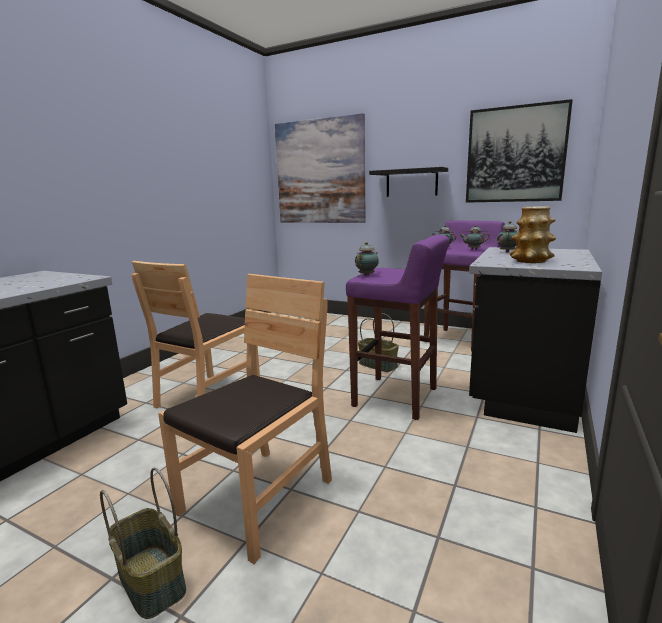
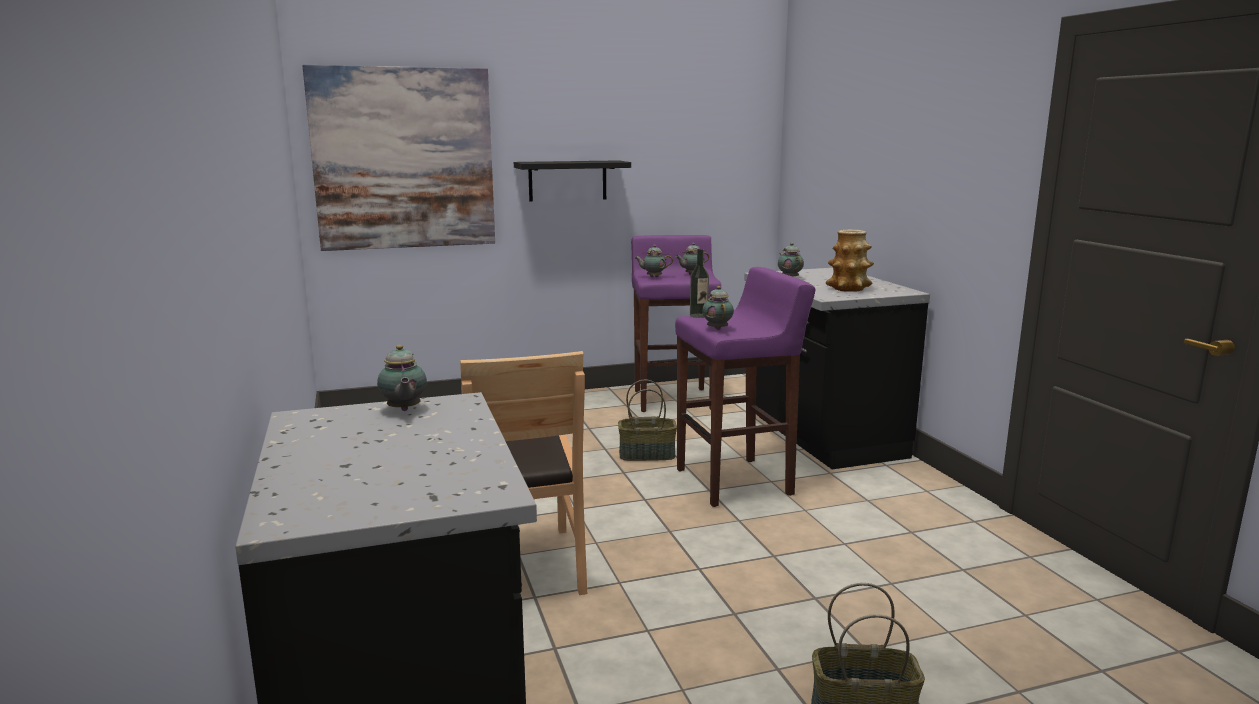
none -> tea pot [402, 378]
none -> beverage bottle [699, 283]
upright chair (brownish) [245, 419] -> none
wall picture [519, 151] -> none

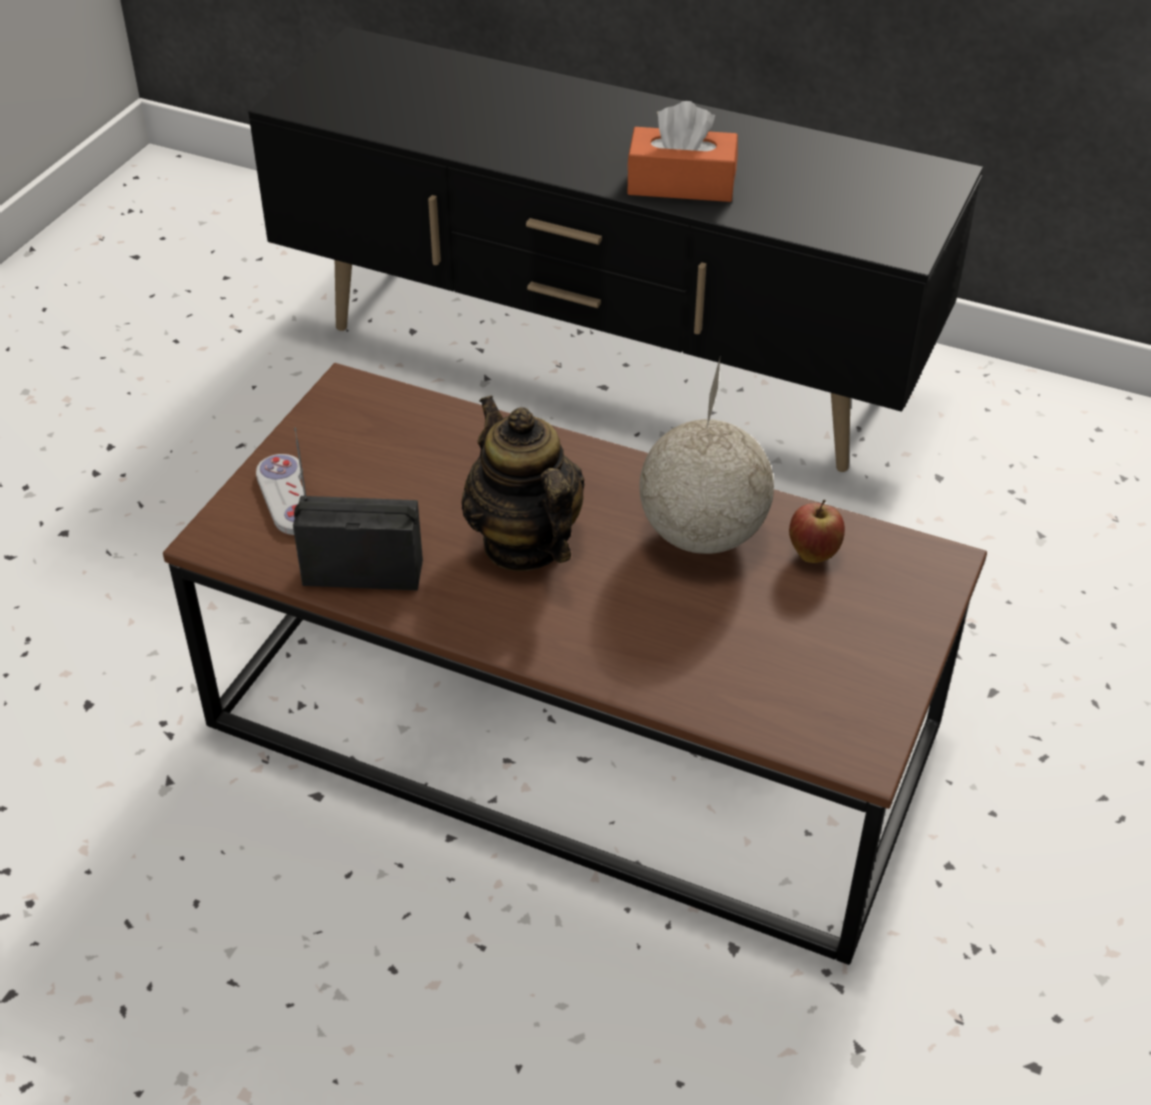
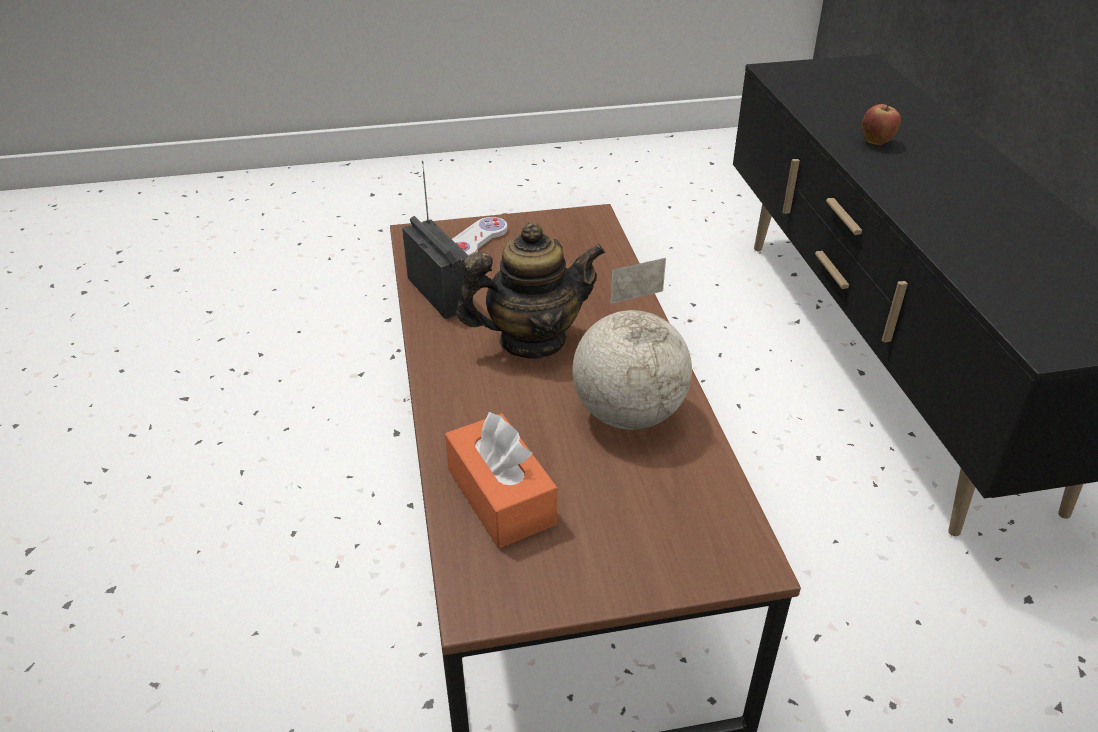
box of tissues (orangey) [682, 151] -> box of tissues (orangey) [501, 480], relocated
tea pot [523, 483] -> tea pot [530, 290], 45 degrees clockwise
whole apple [817, 531] -> whole apple [881, 123], relocated

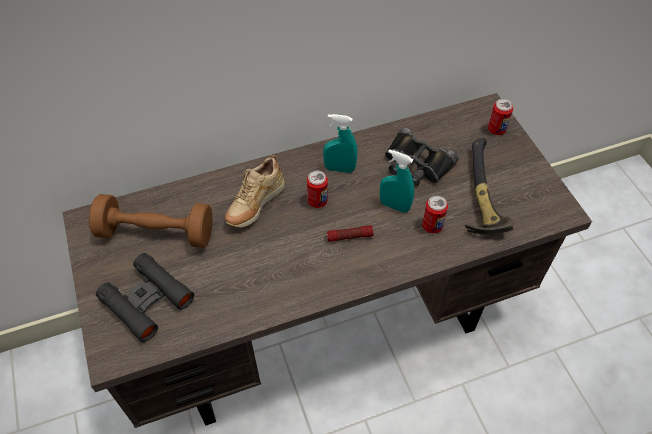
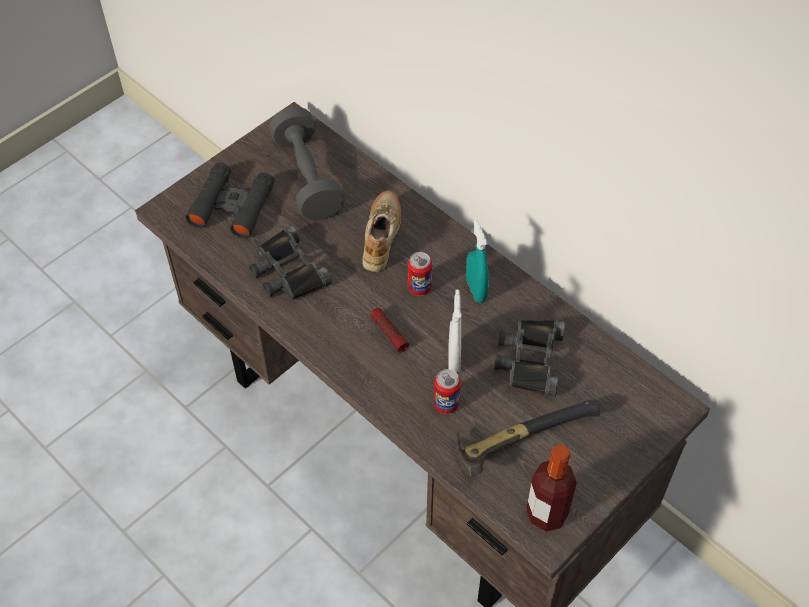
none -> pair of binoculars (blackish) [290, 262]
dumbbell (brownish) [151, 221] -> dumbbell (grey) [307, 164]
low shoe (sand-coloured) [255, 191] -> low shoe (sand-coloured) [382, 231], 90 degrees clockwise
hand sprayer (turquoise-coloured) [397, 181] -> hand sprayer (whitish) [454, 331]
none -> beverage bottle [551, 488]
metal can [500, 117] -> none

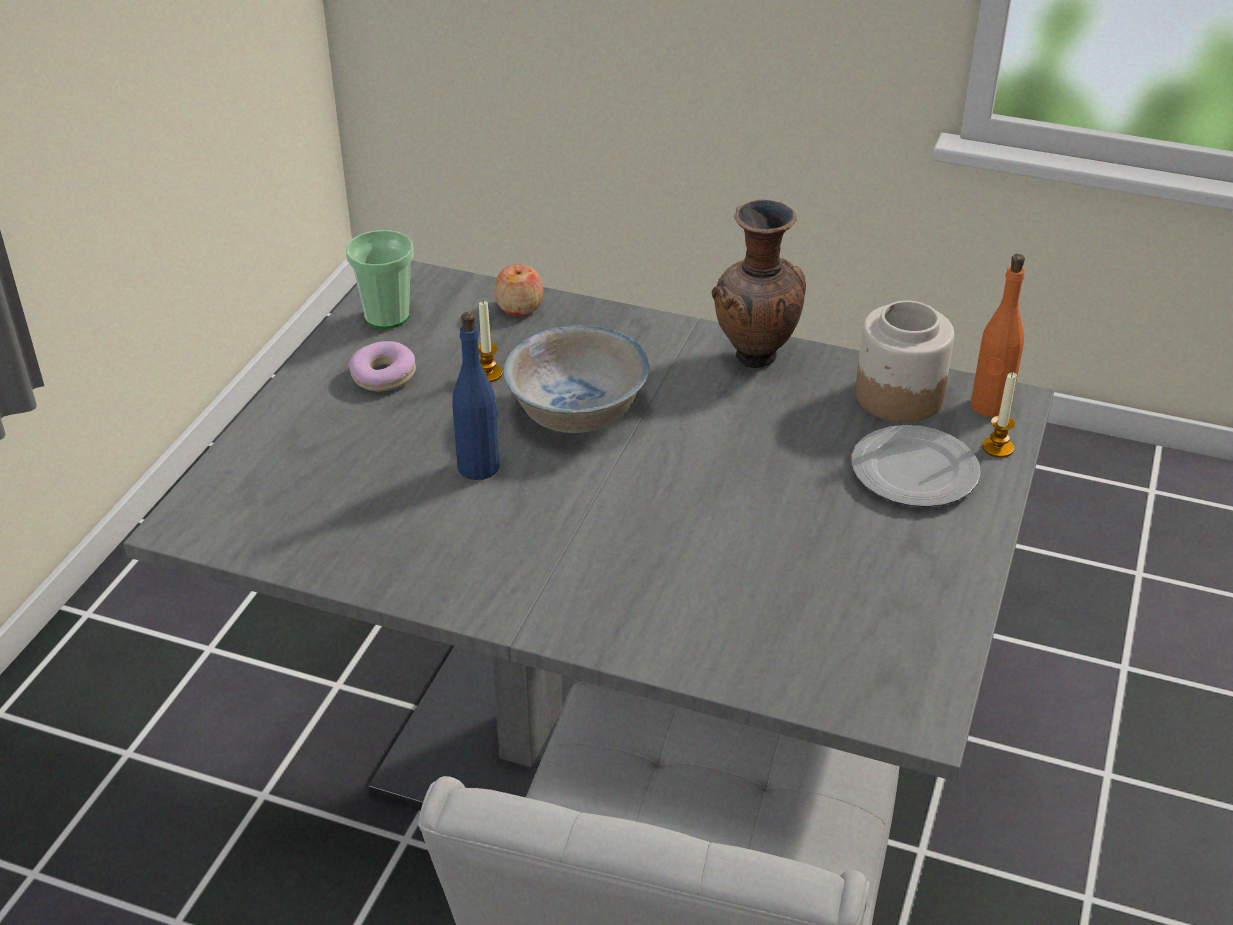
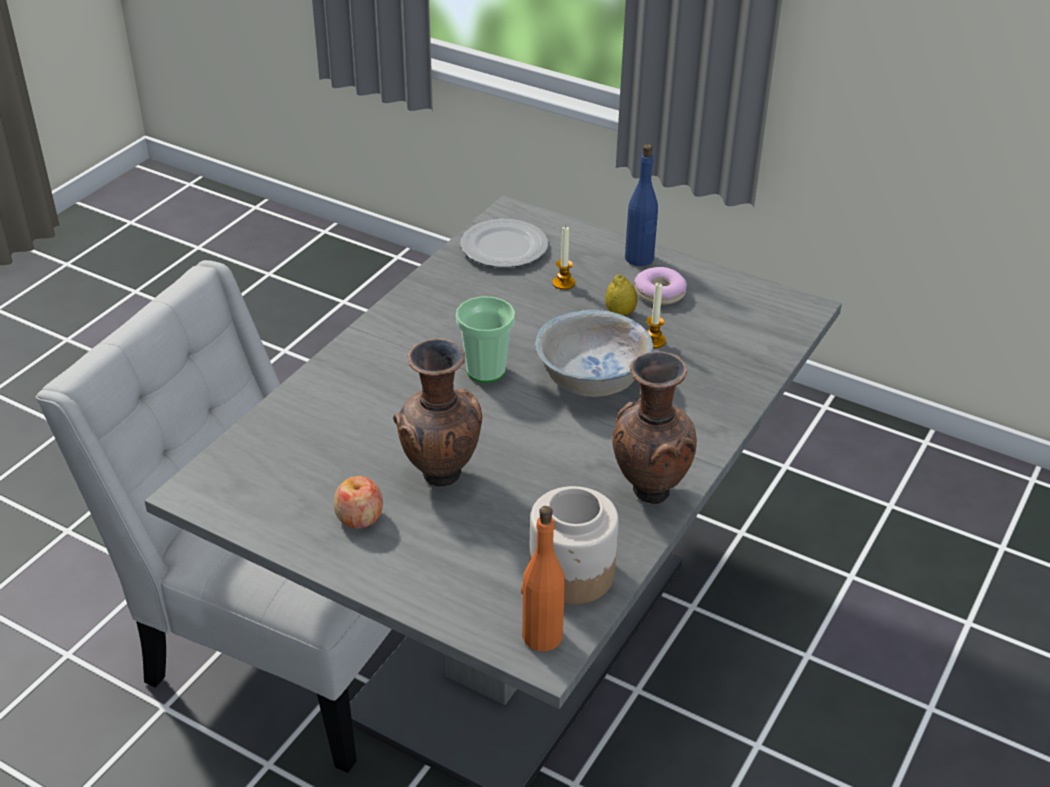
whole apple [518, 290] -> whole apple [358, 502], relocated
none -> flower vase (brownish) [437, 413]
cup [380, 279] -> cup [485, 339], relocated
flat dish [916, 466] -> flat dish [504, 243], relocated
wax candle [999, 415] -> wax candle [563, 258], relocated
none -> lemon [621, 295]
beverage bottle (bluish) [476, 396] -> beverage bottle (bluish) [641, 205], relocated

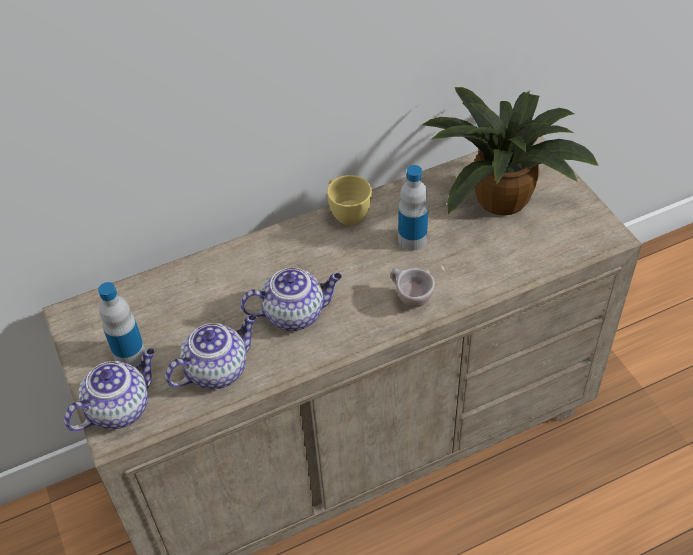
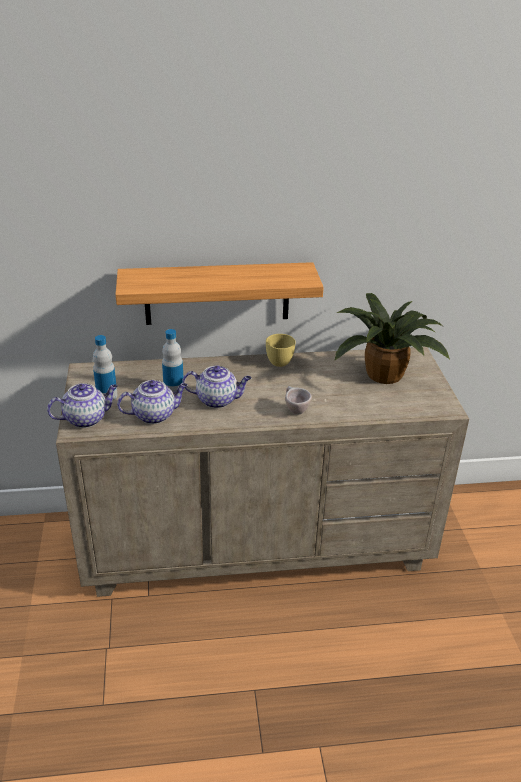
none -> wall shelf [219, 293]
beverage bottle [413, 207] -> beverage bottle [173, 360], relocated

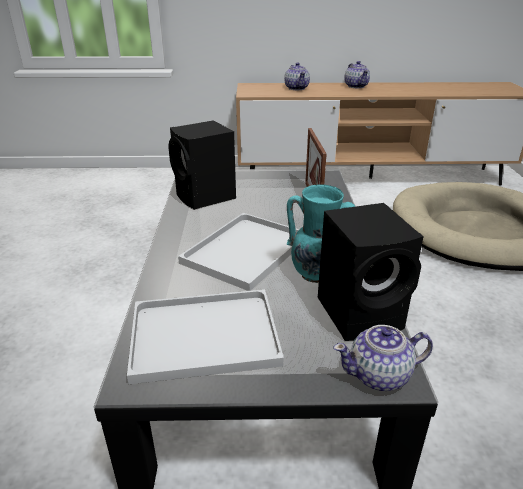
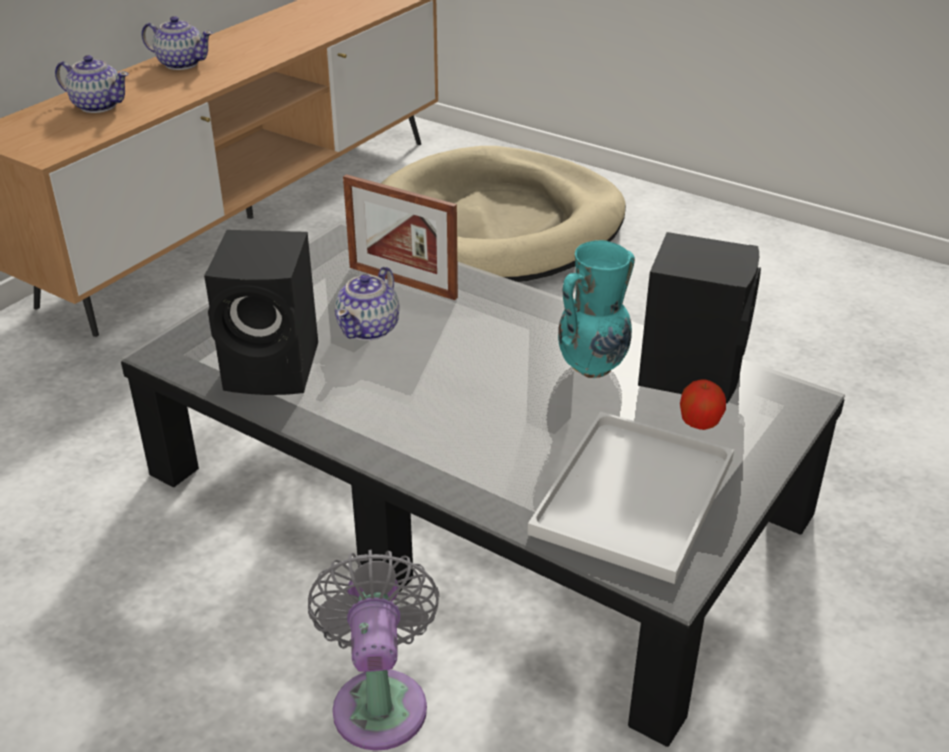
none -> electric fan (grey) [373, 650]
tea pot [383, 358] -> tea pot [367, 304], relocated
none -> whole apple [703, 405]
serving tray (whitish) [238, 252] -> none

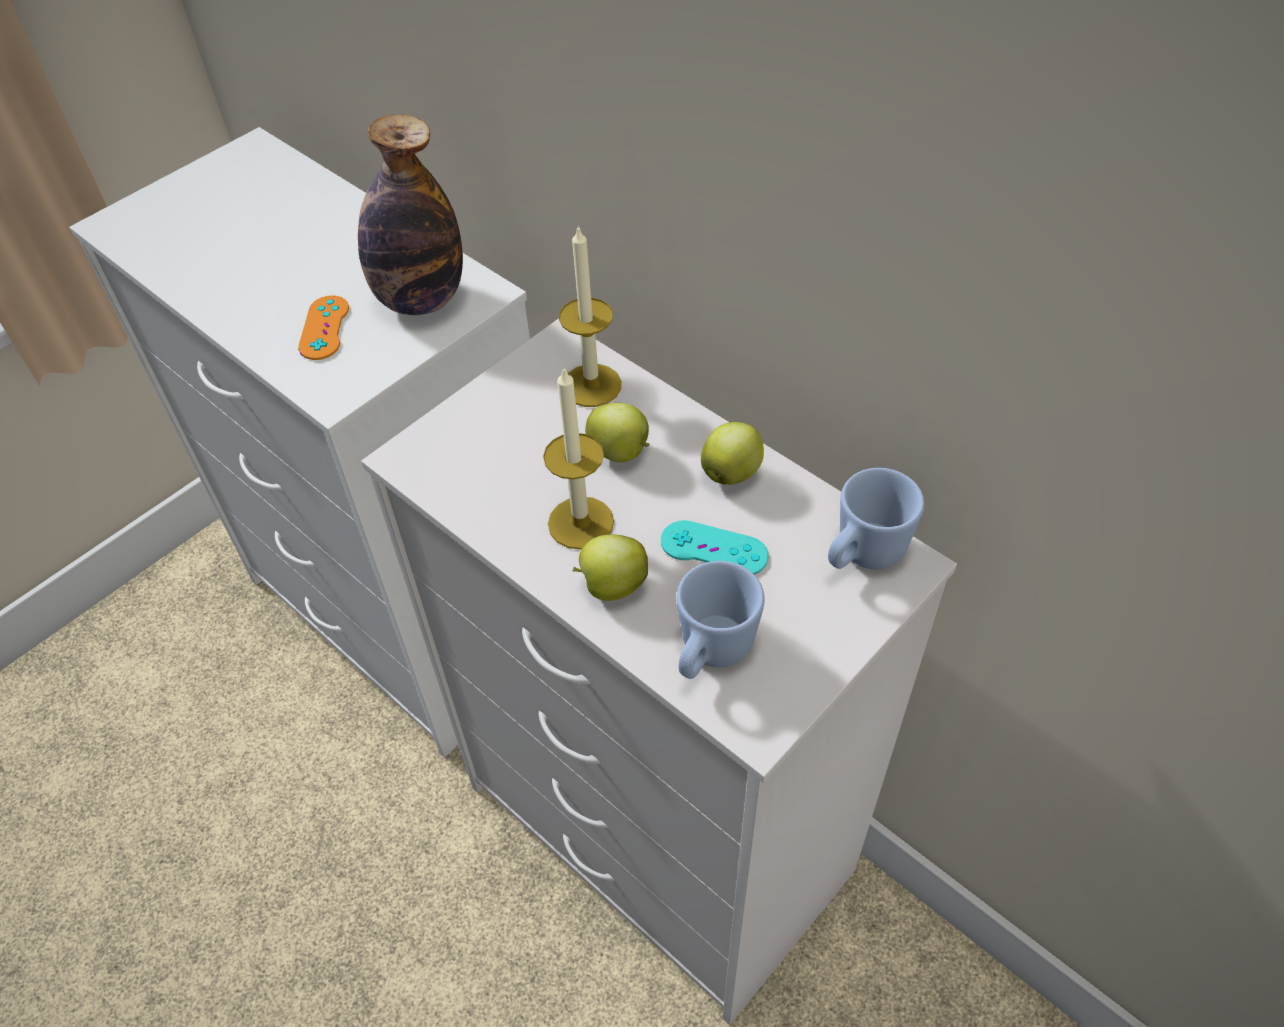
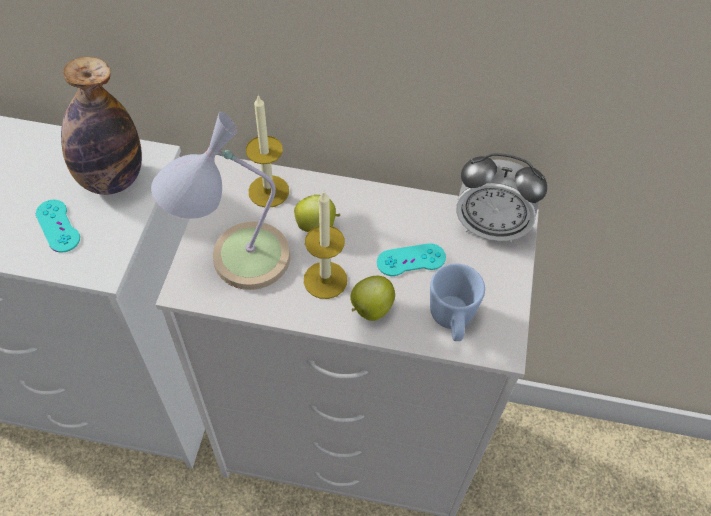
joypad (orangey) [323, 327] -> joypad (turquoise-coloured) [58, 226]
none -> tabletop lamp [220, 201]
coffee mug (bluish) [876, 518] -> bedside clock [501, 198]
whole apple [732, 453] -> none

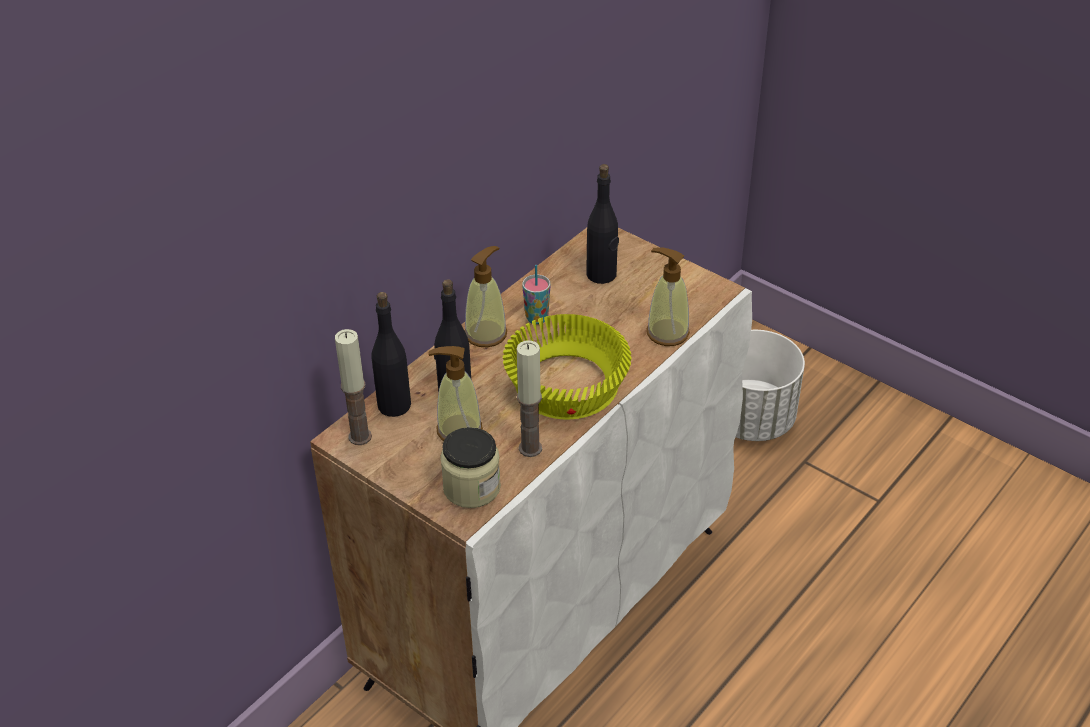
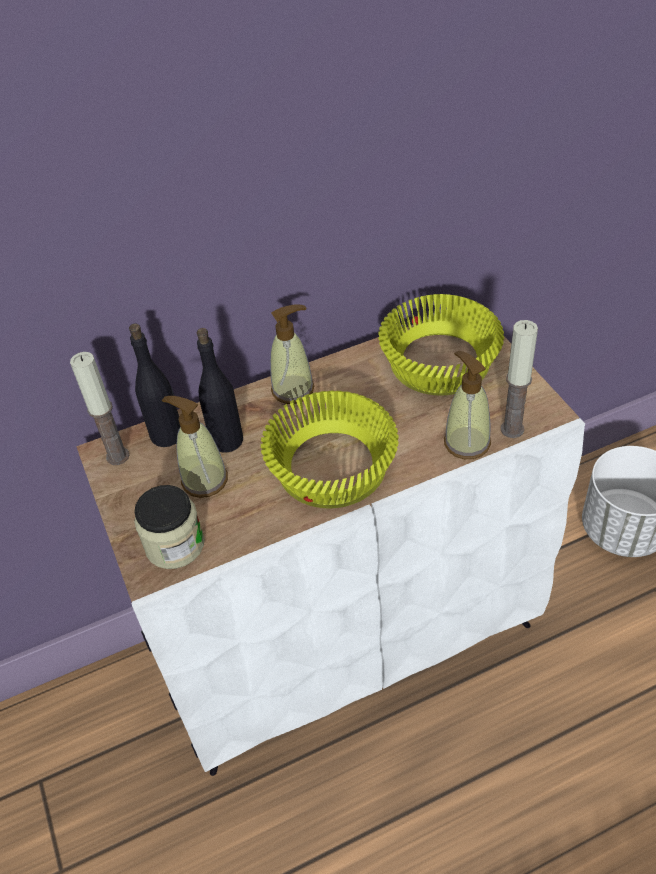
beverage bottle (blackish) [602, 224] -> bowl (yellow-coloured) [441, 344]
wax candle [529, 398] -> wax candle [519, 379], relocated
cup [536, 294] -> none

